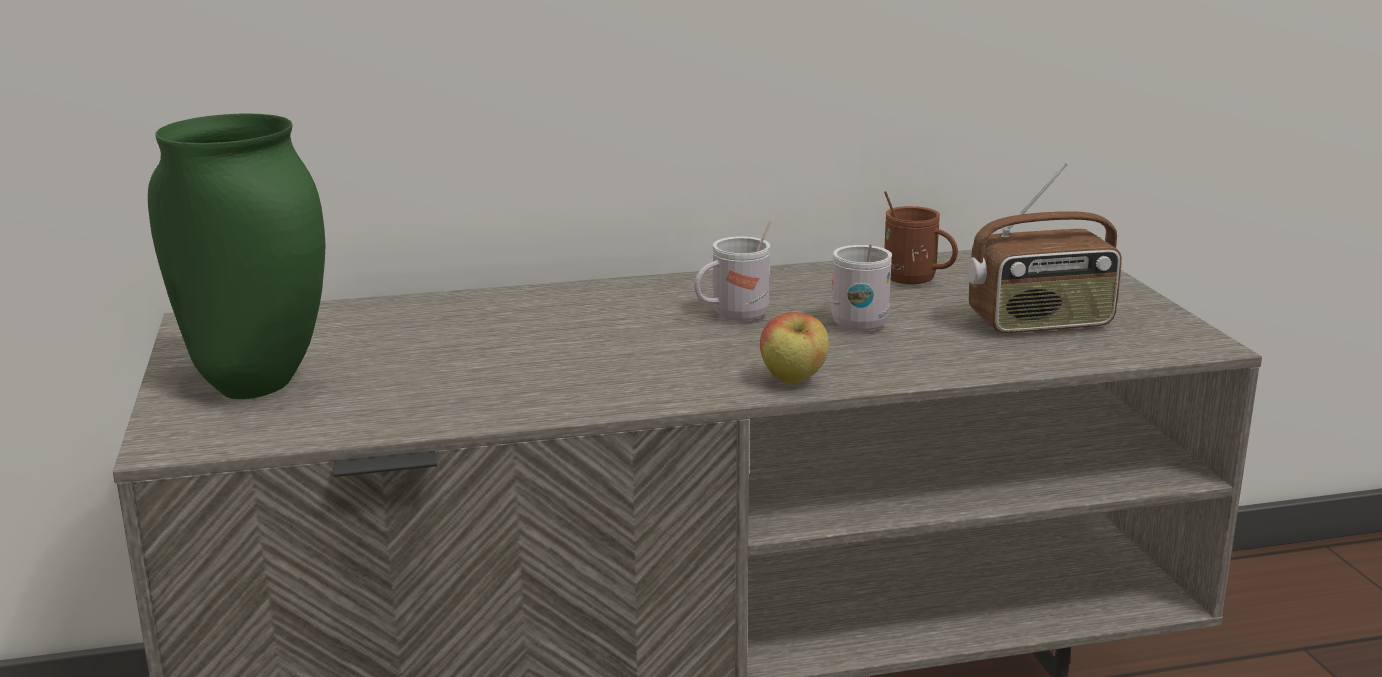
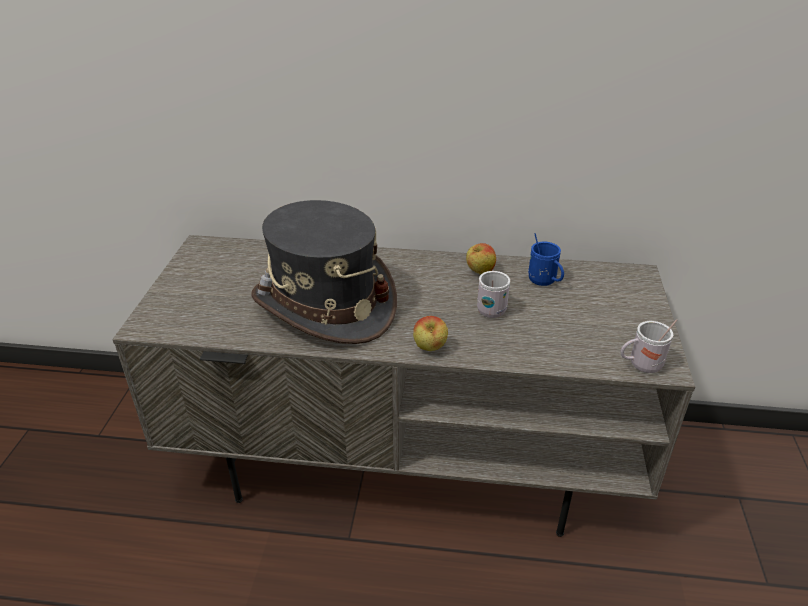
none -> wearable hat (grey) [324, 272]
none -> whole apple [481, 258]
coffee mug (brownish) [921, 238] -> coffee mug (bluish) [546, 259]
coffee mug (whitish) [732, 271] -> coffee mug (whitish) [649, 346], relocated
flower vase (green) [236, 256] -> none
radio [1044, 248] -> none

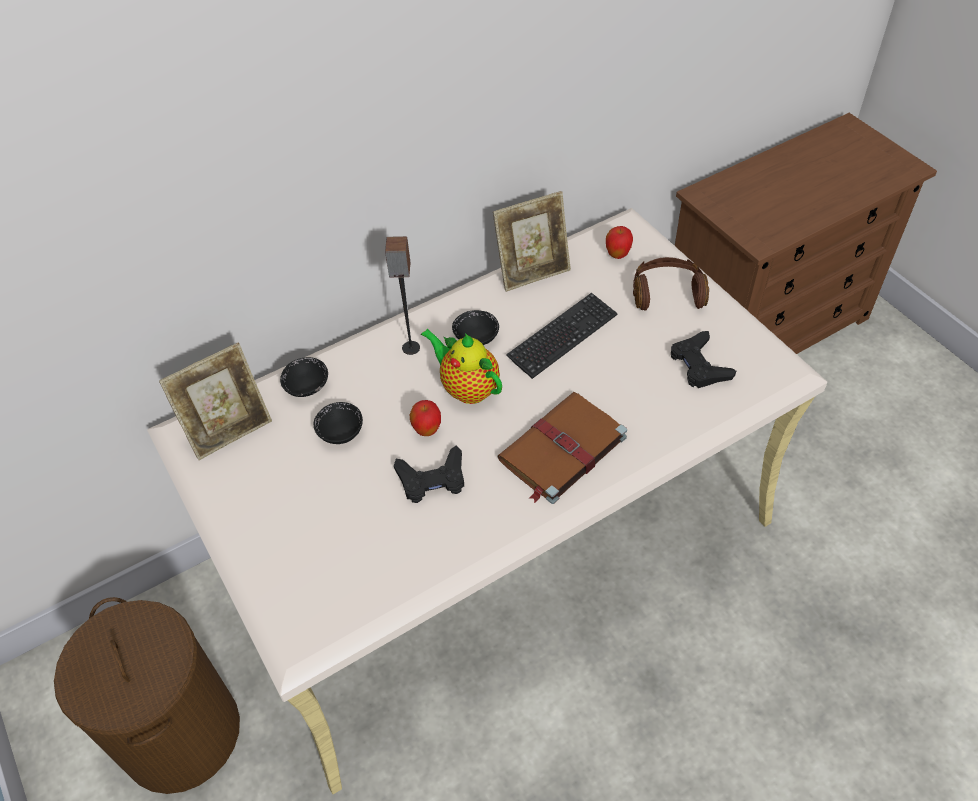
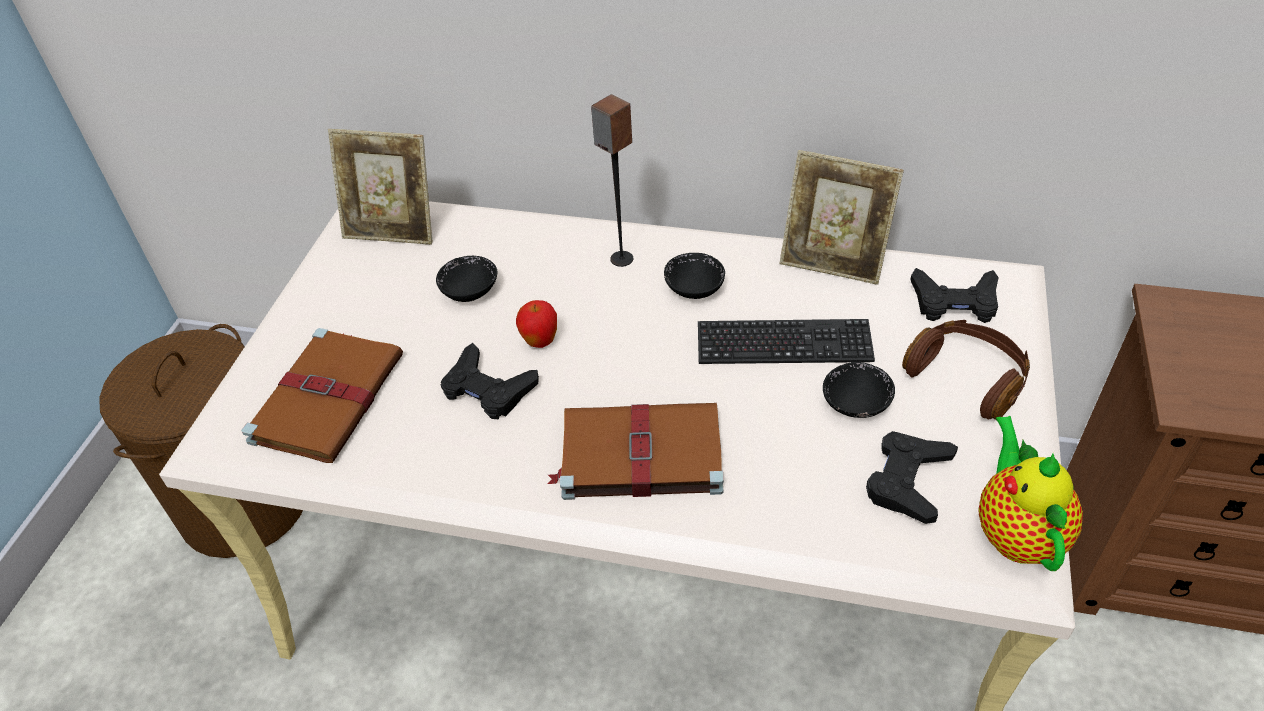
none -> volume (brownish) [322, 395]
bowl (blackish) [304, 377] -> bowl (blackish) [859, 390], relocated
whole apple [619, 242] -> joypad (blackish) [954, 295]
tea pot [461, 366] -> tea pot [1030, 493], relocated

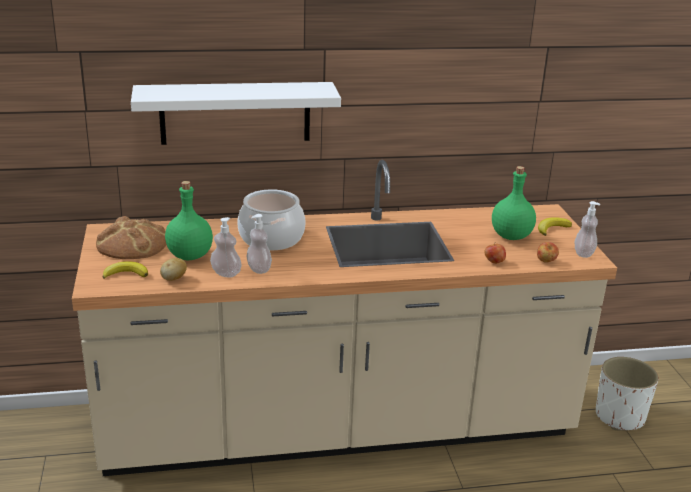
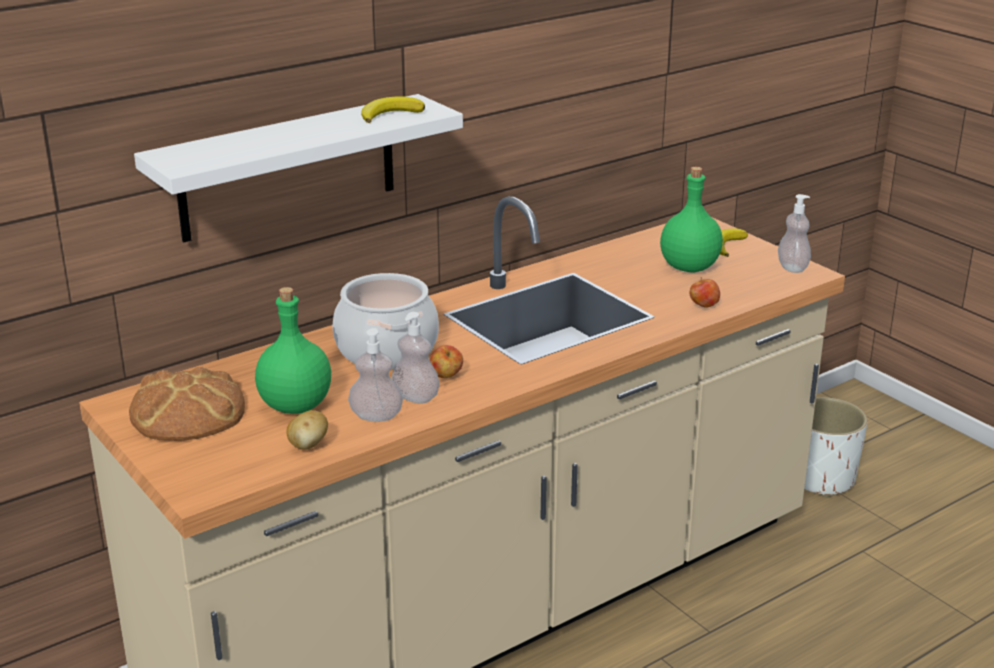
banana [125, 270] -> banana [393, 110], relocated
whole apple [548, 252] -> whole apple [446, 361], relocated

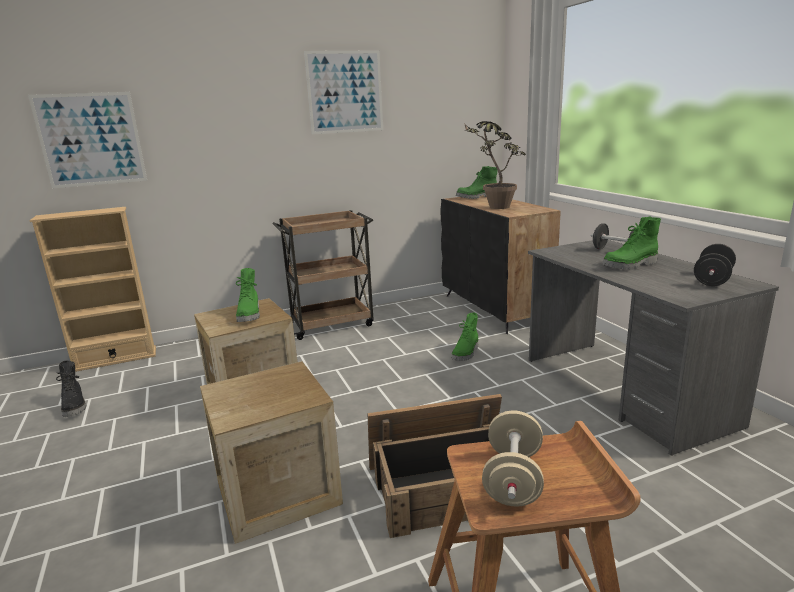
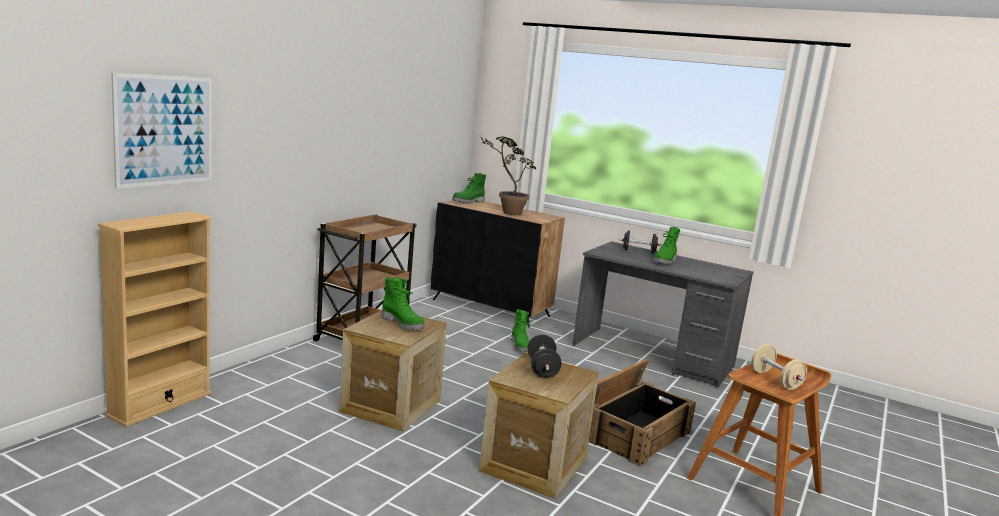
dumbbell (blackish) [715, 265] -> dumbbell (blackish) [544, 356], relocated
high-top boot (blackish) [71, 388] -> none
wall picture [343, 92] -> none

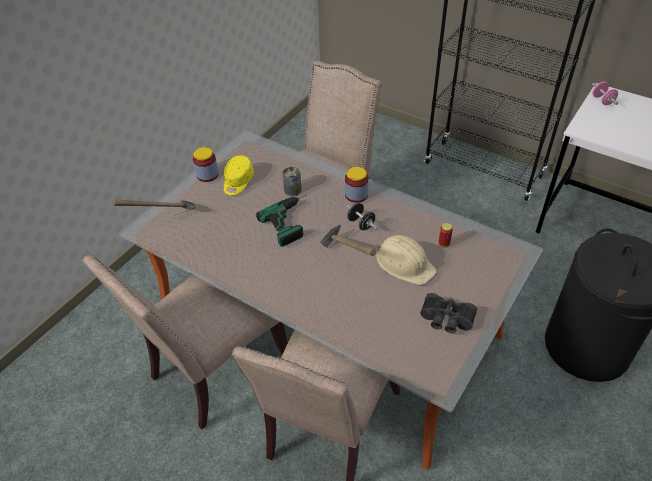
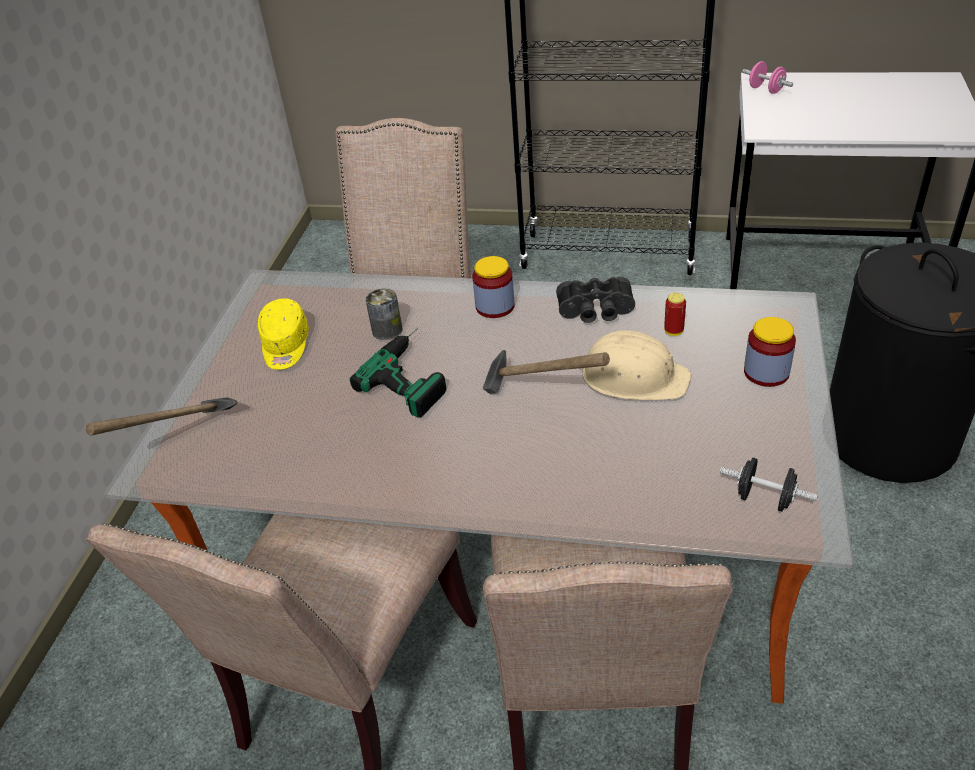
pair of binoculars (blackish) [448, 313] -> pair of binoculars (blackish) [595, 300], relocated
dumbbell (blackish) [362, 216] -> dumbbell (blackish) [769, 484], relocated
storage jar [206, 164] -> storage jar [770, 352], relocated

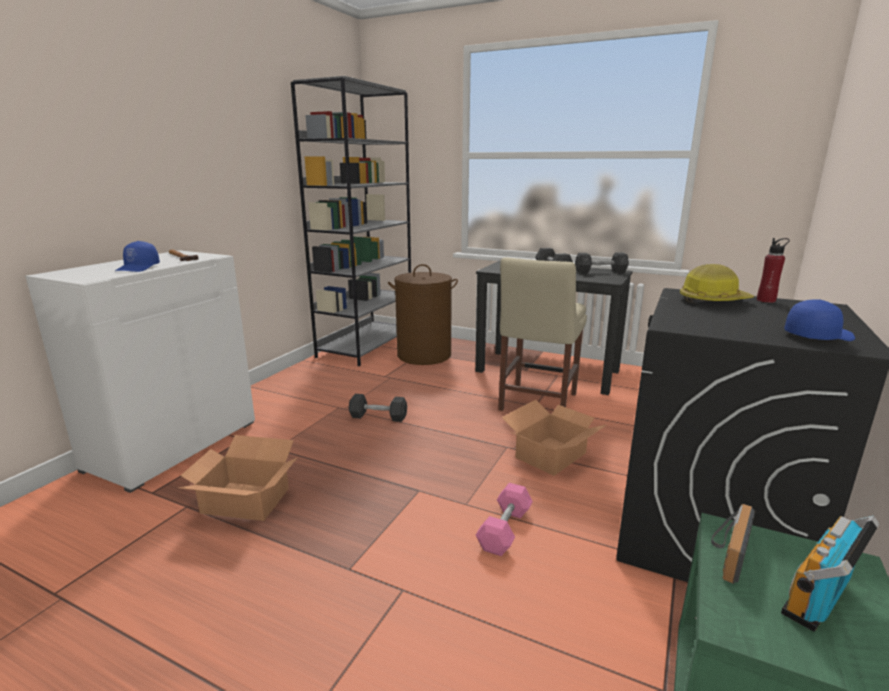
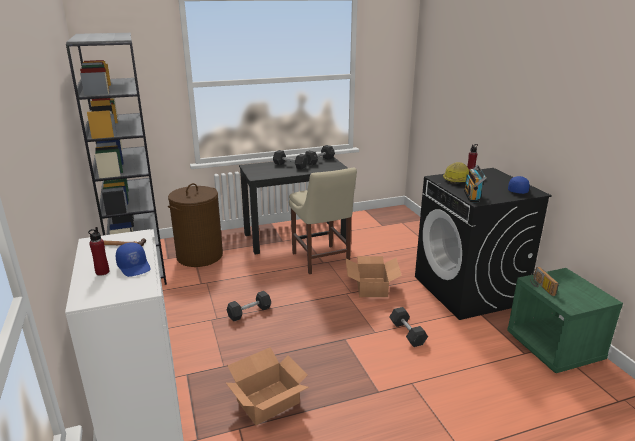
none -> beverage bottle (red-coloured) [98, 251]
dumbbell (pinkish) [504, 519] -> dumbbell (grey) [408, 327]
radio [830, 574] -> radio [475, 183], relocated

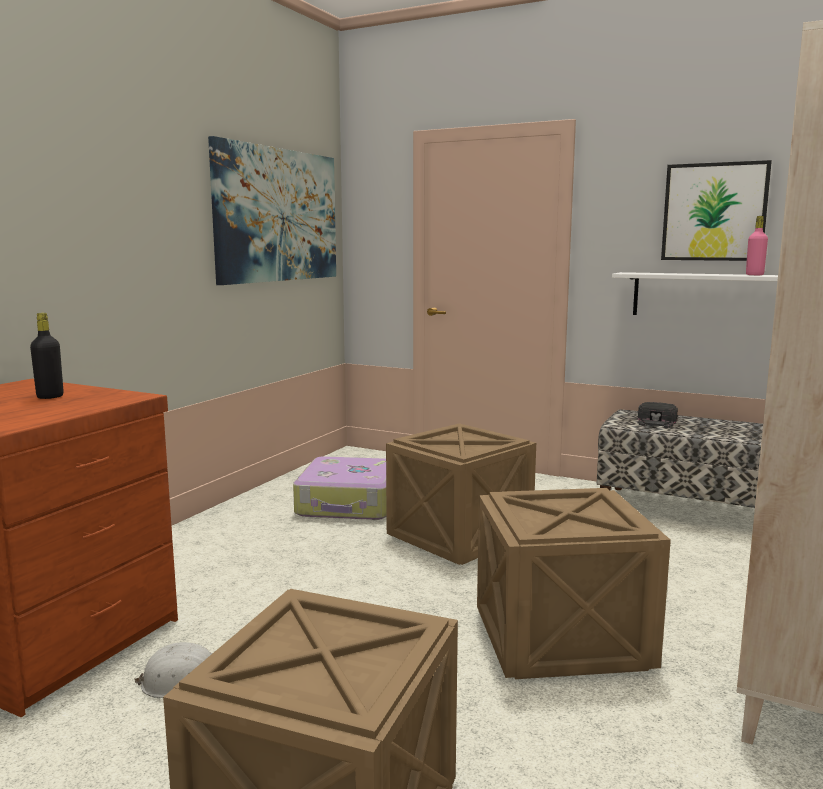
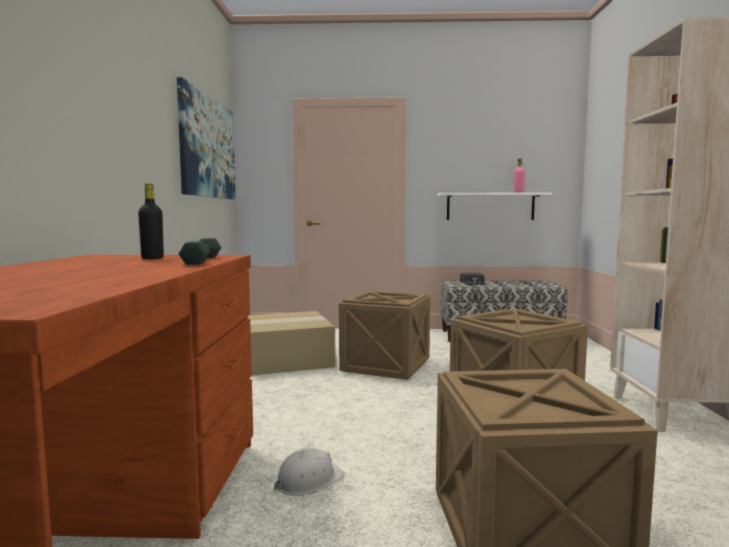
none -> dumbbell (grey) [200, 251]
piece of luggage [340, 488] -> packing box [291, 343]
wall picture [716, 210] -> none

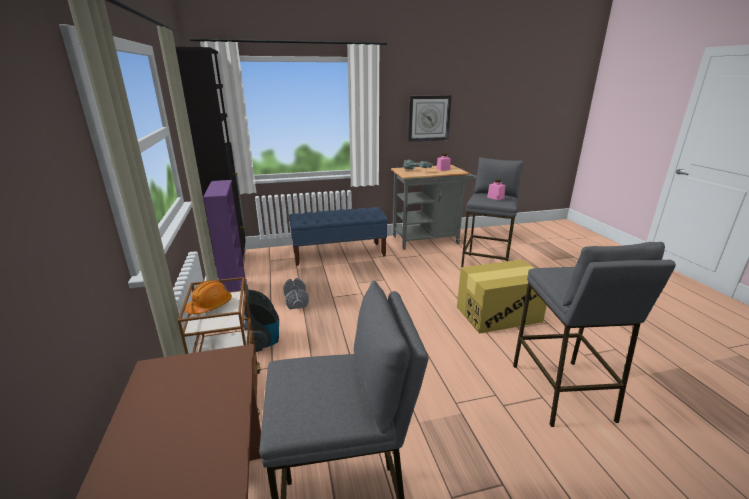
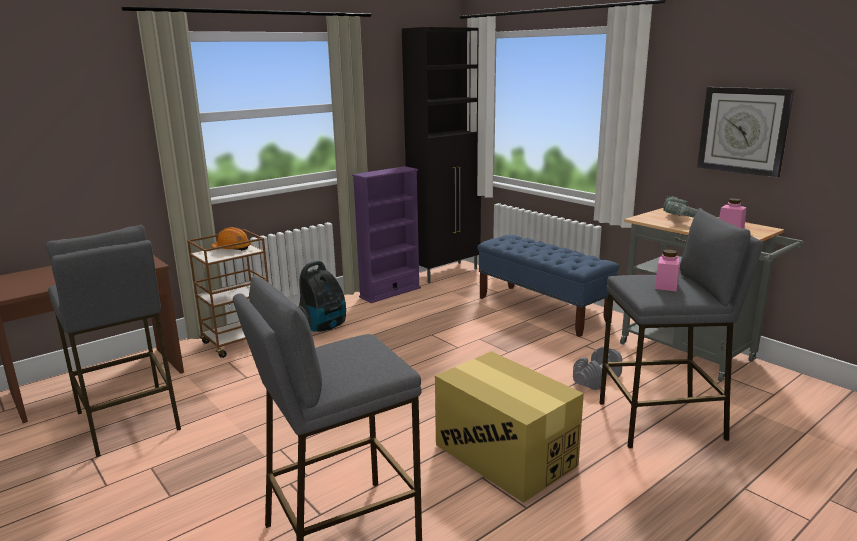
dumbbell (grey) [296, 293] -> dumbbell (grey) [597, 368], relocated

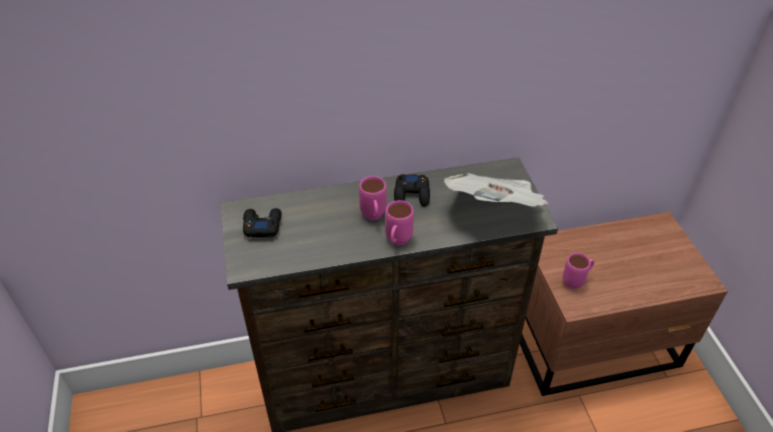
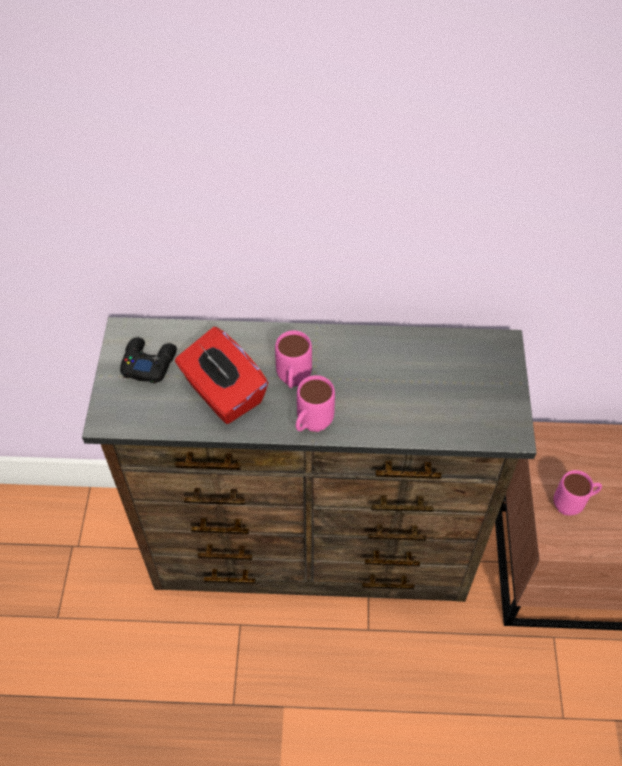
none -> box of tissues (red-coloured) [221, 375]
joypad (blackish) [412, 190] -> none
daily paper [496, 190] -> none

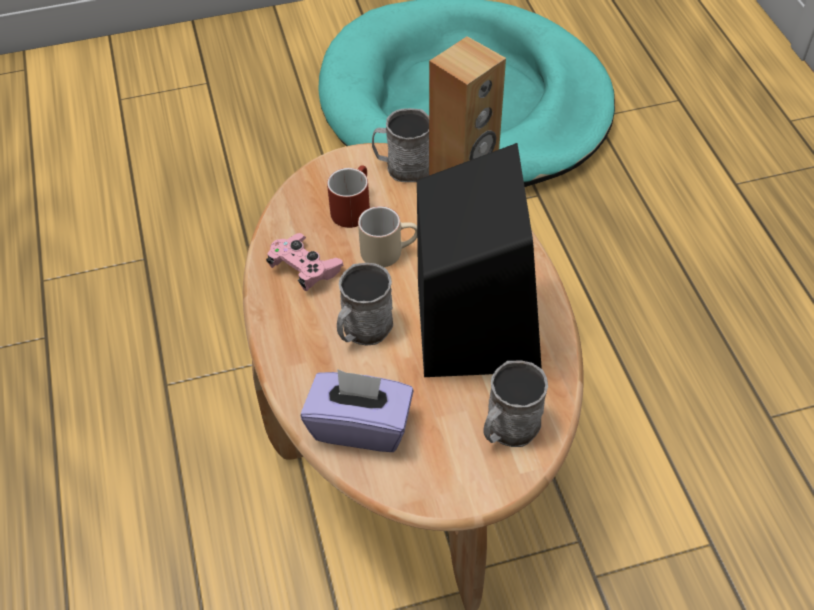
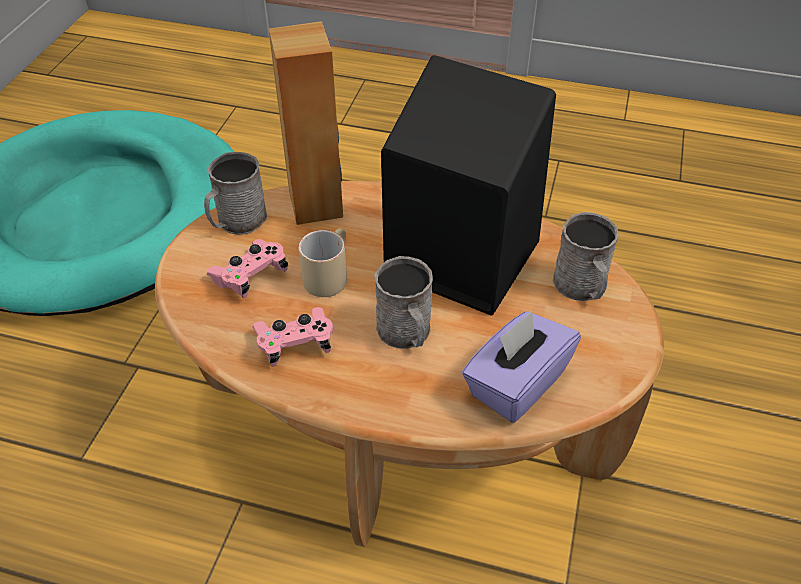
coffee mug (red-coloured) [348, 196] -> joypad (pinkish) [247, 268]

